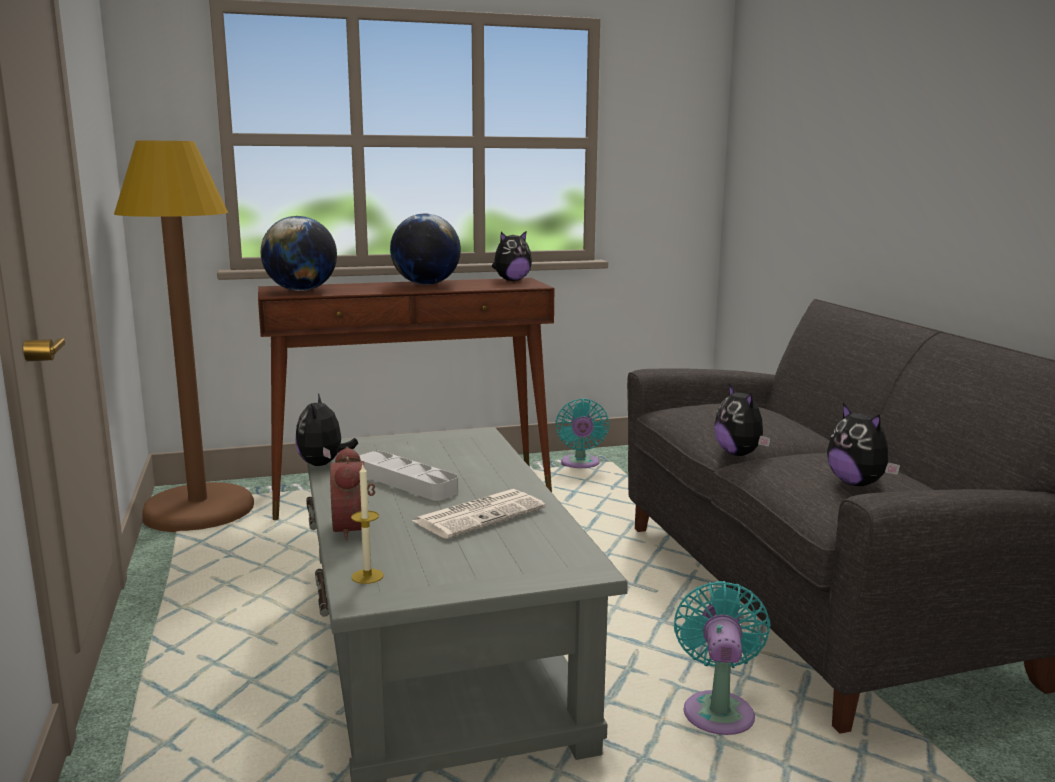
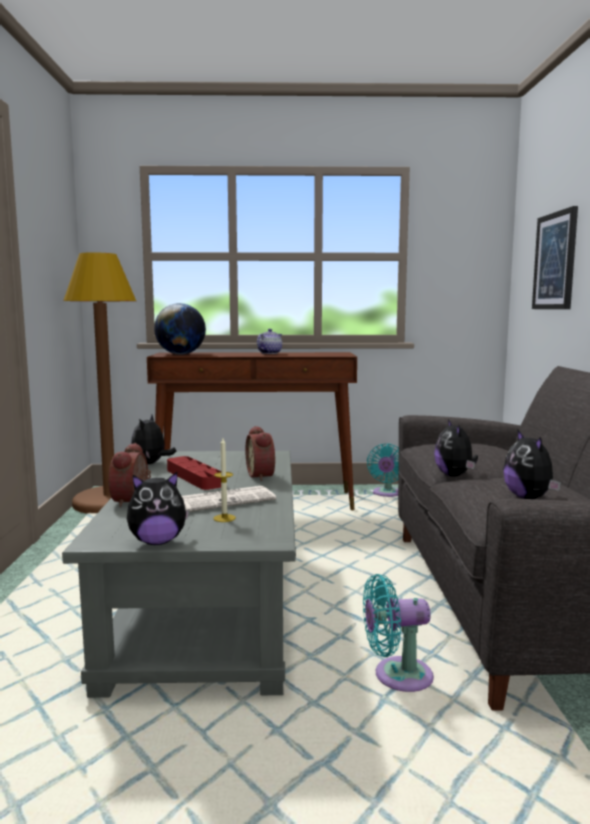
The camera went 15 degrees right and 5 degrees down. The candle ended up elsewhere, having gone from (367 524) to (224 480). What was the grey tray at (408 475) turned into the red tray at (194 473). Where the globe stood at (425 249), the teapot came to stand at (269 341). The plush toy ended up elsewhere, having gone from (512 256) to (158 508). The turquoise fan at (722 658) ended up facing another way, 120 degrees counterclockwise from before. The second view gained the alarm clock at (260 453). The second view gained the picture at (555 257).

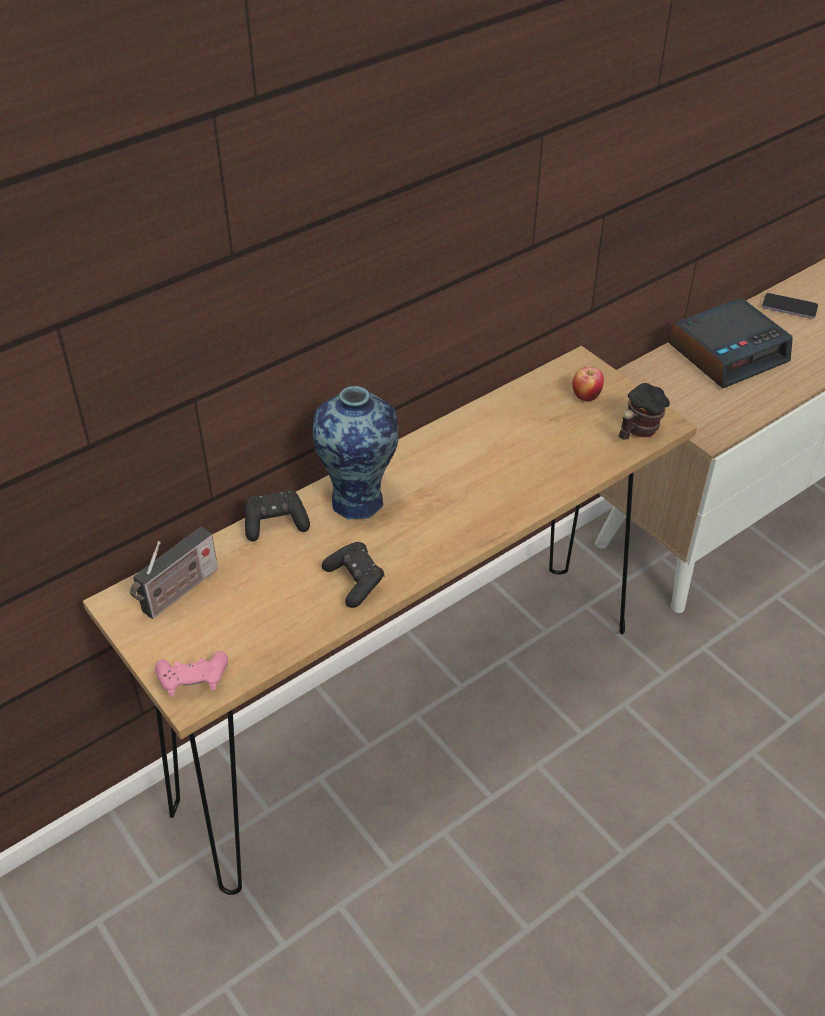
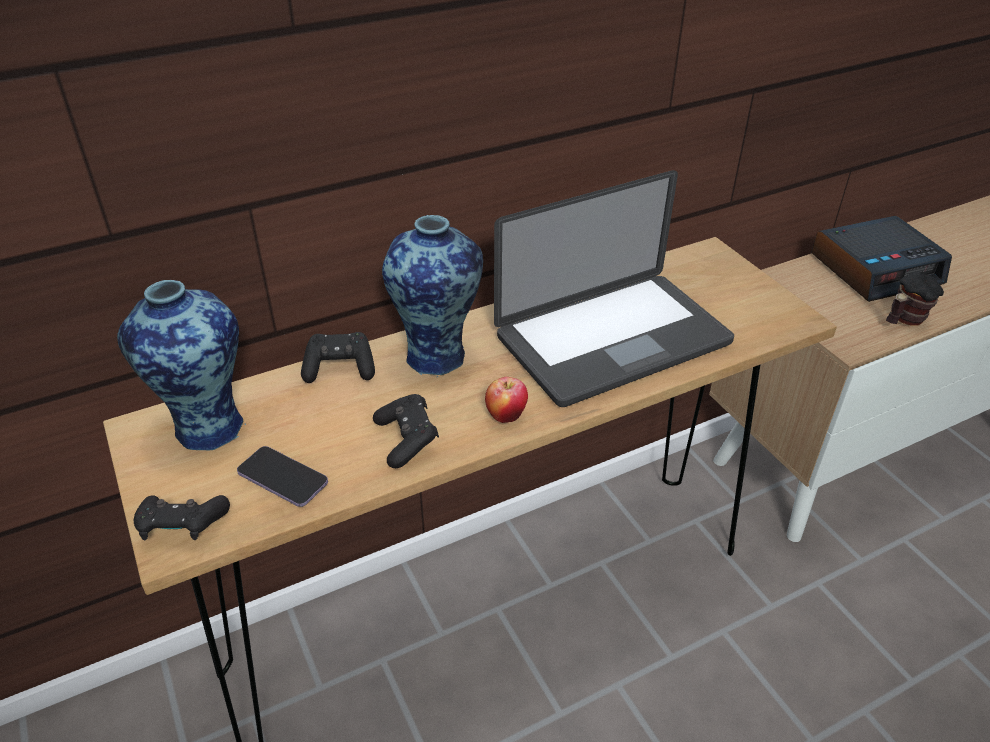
The camera went 10 degrees right and 5 degrees down. Where the radio stood at (174 573), the vase came to stand at (181 365). What was the pink game controller at (191 674) turned into the black game controller at (182 517). The apple ended up elsewhere, having gone from (588 384) to (506 400). The mug ended up elsewhere, having gone from (644 411) to (915 298). The phone ended up elsewhere, having gone from (790 306) to (282 476). The second view gained the laptop at (614 288).

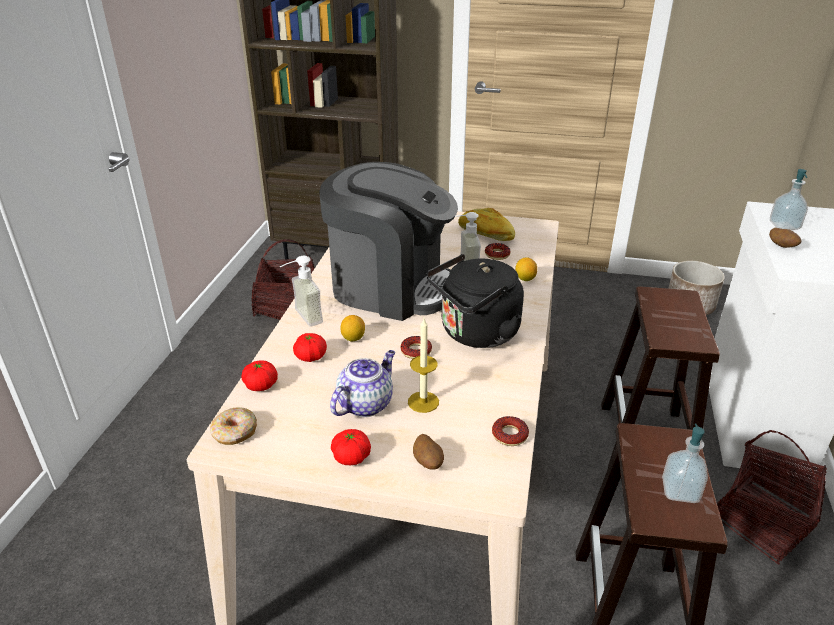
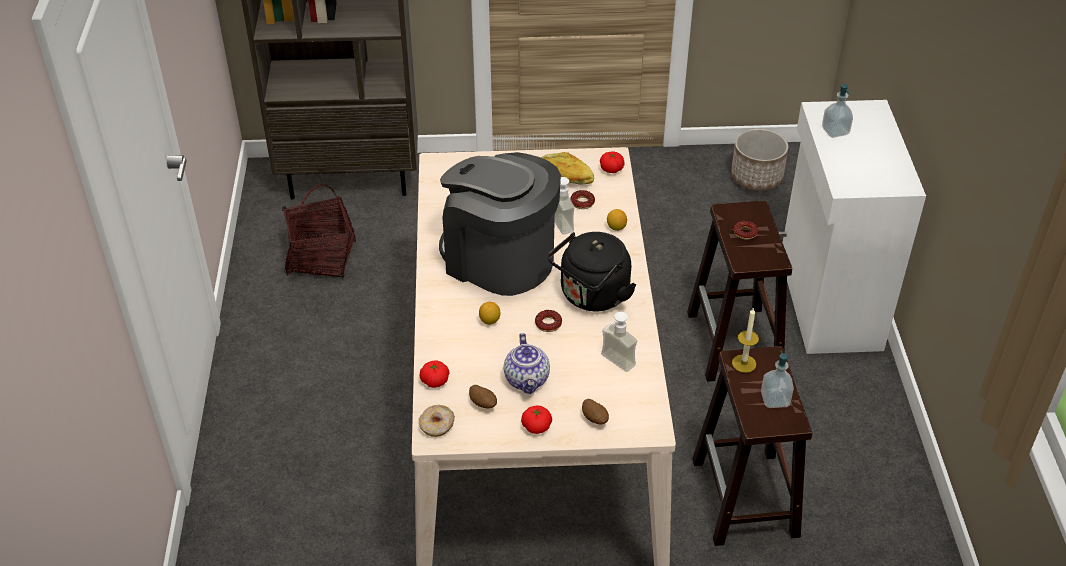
The camera went 15 degrees left and 10 degrees up. The soap dispenser ended up elsewhere, having gone from (301 291) to (619 342). The tomato ended up elsewhere, having gone from (310 347) to (612 162). The coffee machine at (388 241) ended up facing another way, 150 degrees counterclockwise from before. The teapot at (362 383) ended up facing another way, 150 degrees clockwise from before. The candle ended up elsewhere, having gone from (423 366) to (745 340). The donut ended up elsewhere, having gone from (510 431) to (746 230). The second view lost the basket at (772 497). The potato ended up elsewhere, having gone from (785 238) to (483 396).

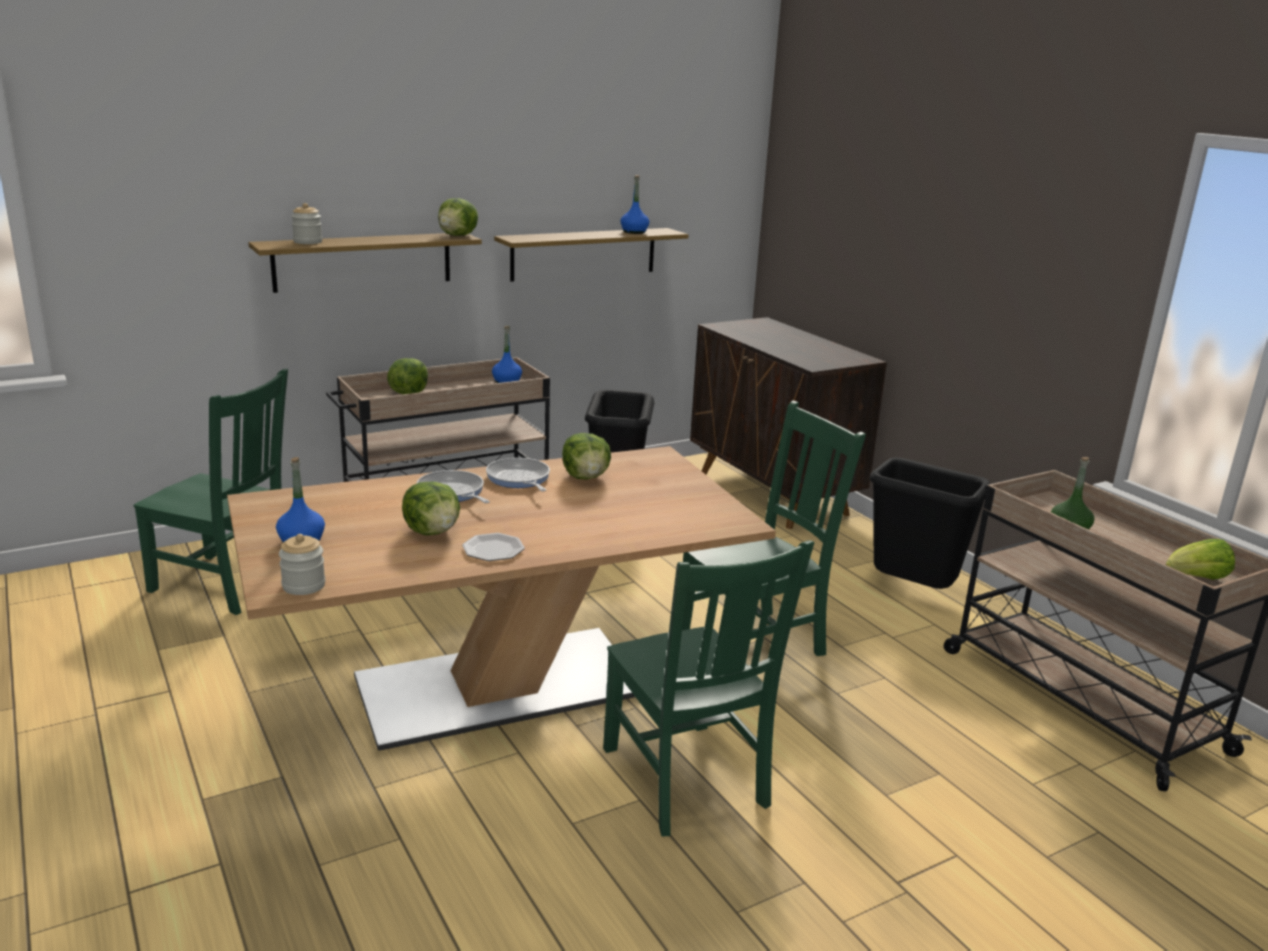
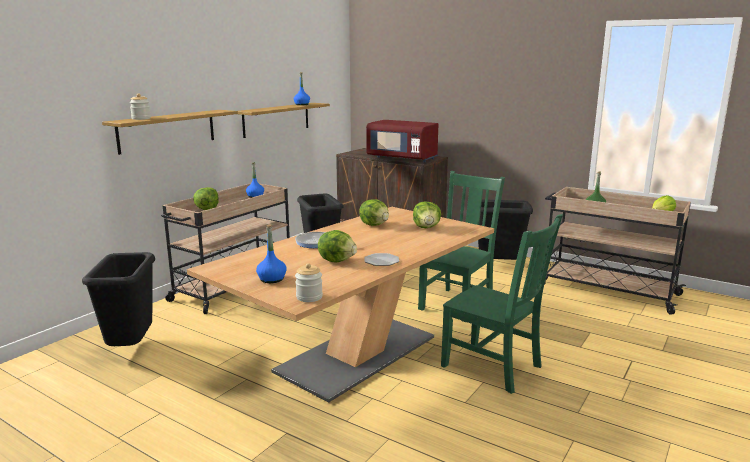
The camera went 25 degrees left and 5 degrees down. Where the green chair stood at (211 492), the black trash can came to stand at (118 299). The lettuce ended up elsewhere, having gone from (458 217) to (427 214). The second view lost the frying pan at (518 475). The second view gained the red microwave at (402 141).

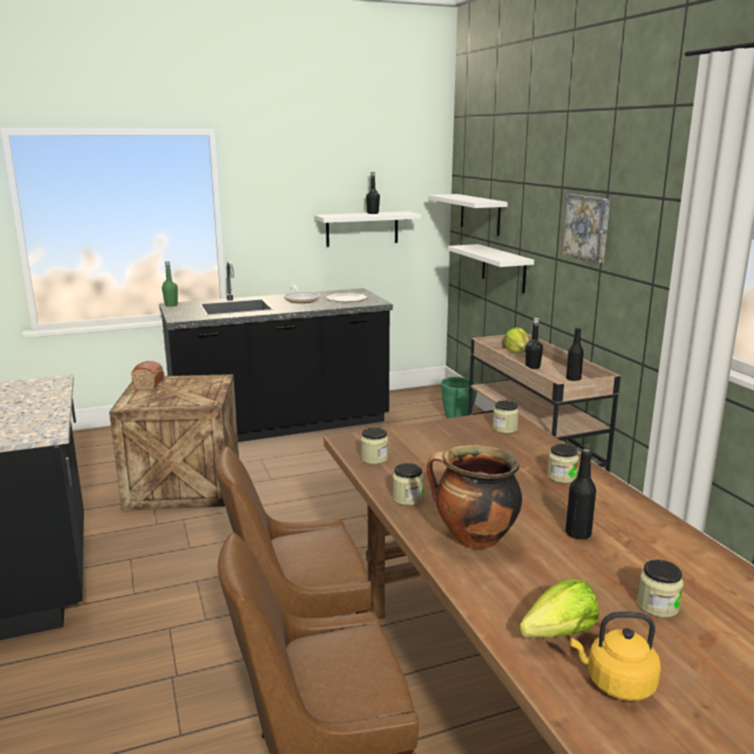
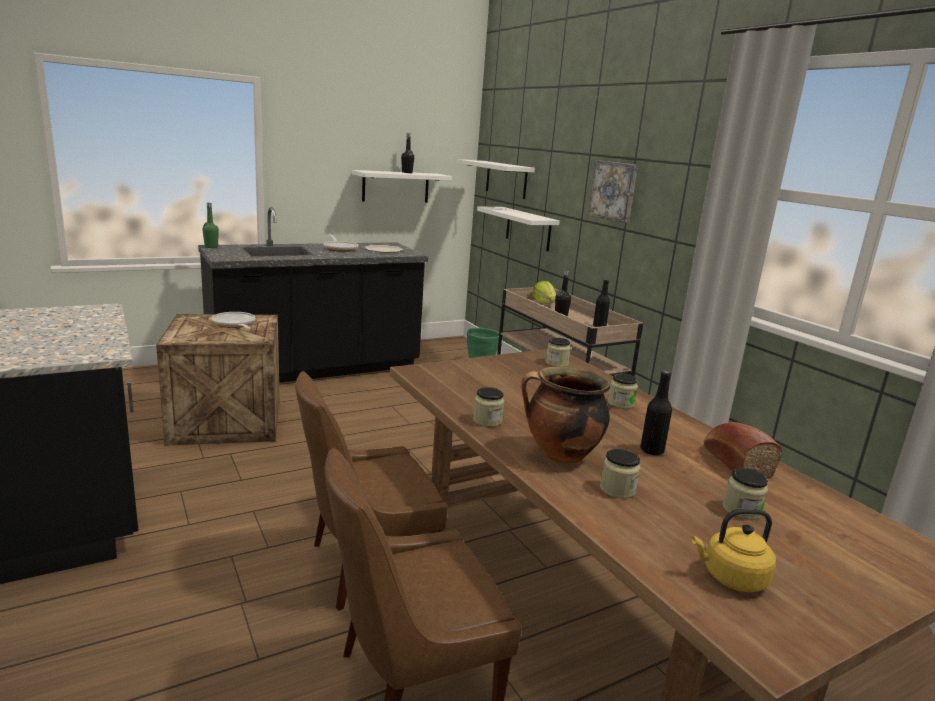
The camera went 10 degrees left and 0 degrees up. The bread ended up elsewhere, having gone from (147 375) to (743 450). The jar ended up elsewhere, having gone from (374 445) to (620 474). The second view lost the lettuce at (559 608). The second view gained the frying pan at (233 320).

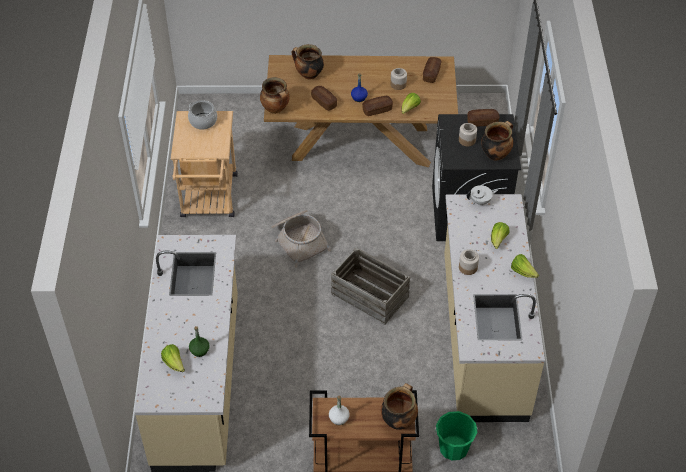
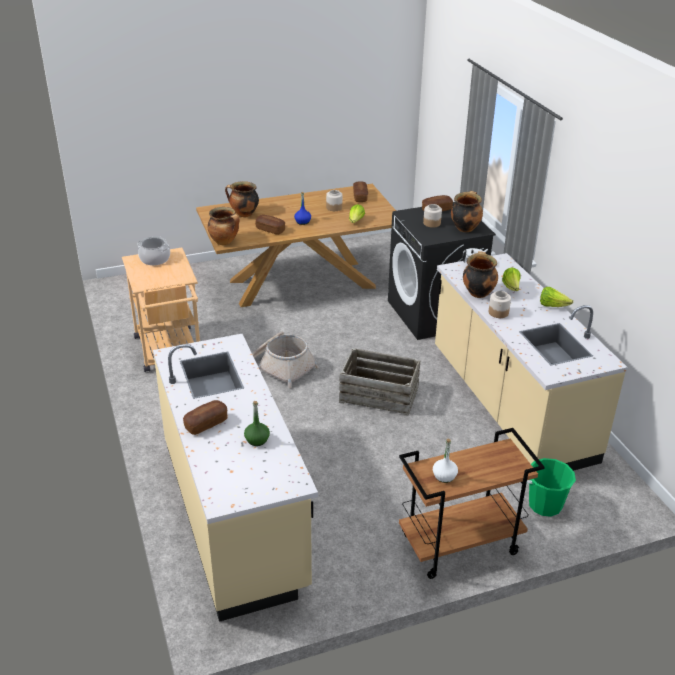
The camera went 20 degrees left and 15 degrees down. The second view lost the lettuce at (173 358). The bread ended up elsewhere, having gone from (377 106) to (205 417). The cooking pot ended up elsewhere, having gone from (399 406) to (480 274).

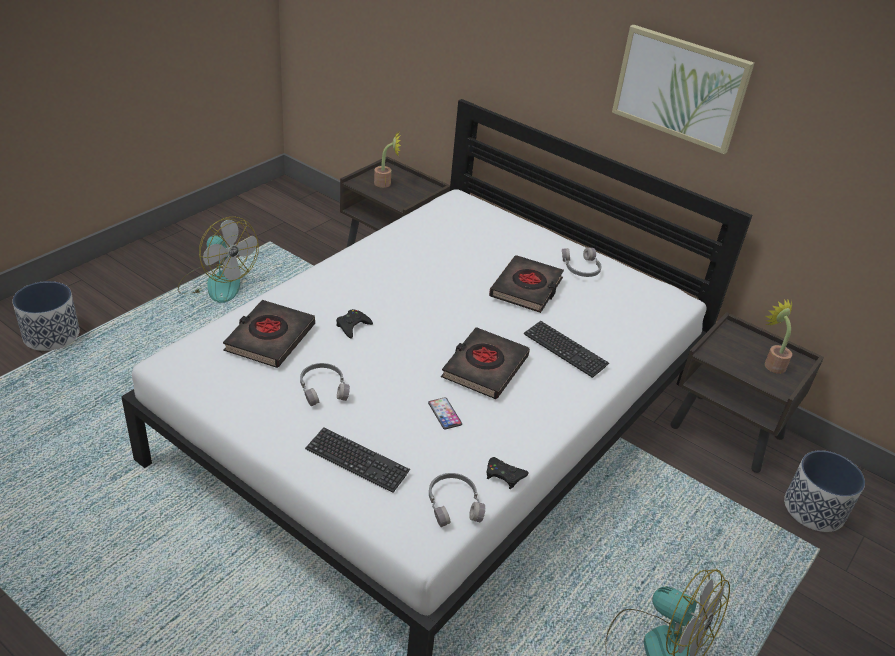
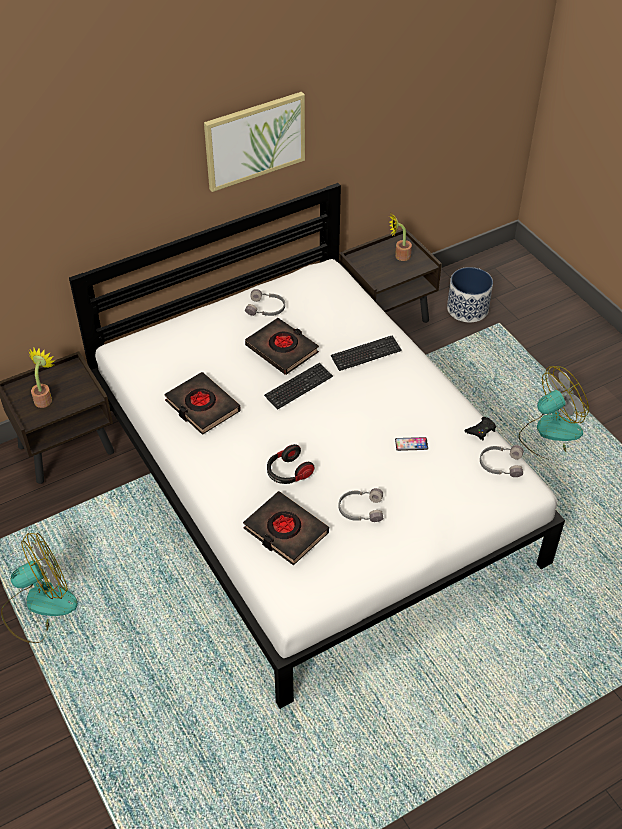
The camera went 65 degrees left and 10 degrees up. The second view lost the planter at (46 316). The keyboard ended up elsewhere, having gone from (357 460) to (298 386). Where the black game controller stood at (354 324), the headphones came to stand at (291 464). The black book ended up elsewhere, having gone from (485 363) to (202 403).

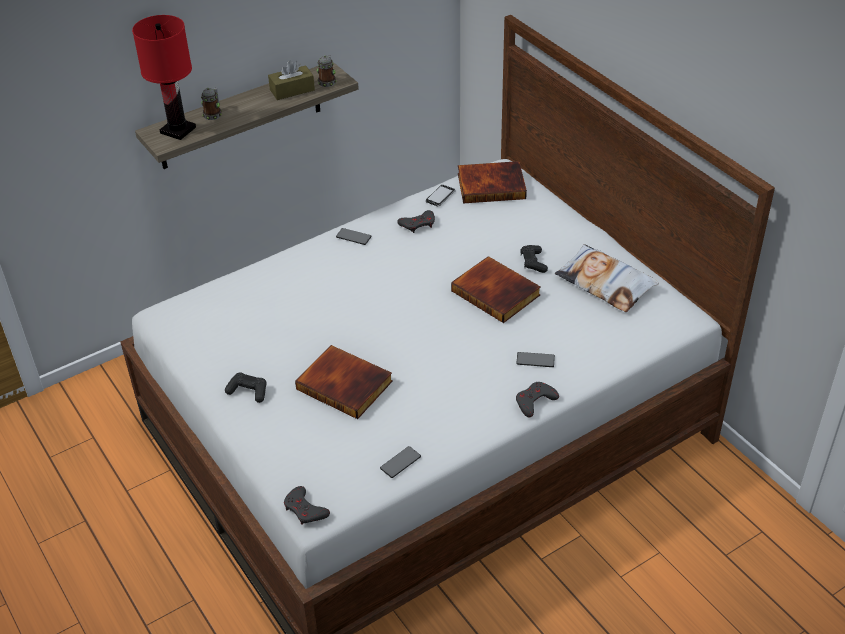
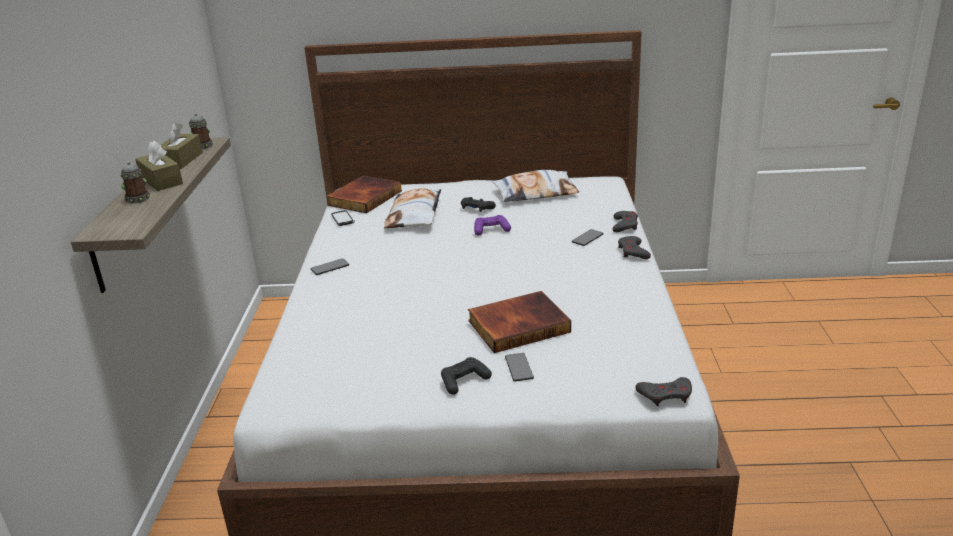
The camera went 55 degrees left and 15 degrees down. The second view lost the red table lamp at (164 77). The phone ended up elsewhere, having gone from (400 462) to (519 367). The grey game controller ended up elsewhere, having gone from (416 221) to (625 221). Where the book stood at (496 289), the purple game controller came to stand at (492 225). The second view gained the brown tissue box at (159 165). The second view gained the pillow at (412 208).

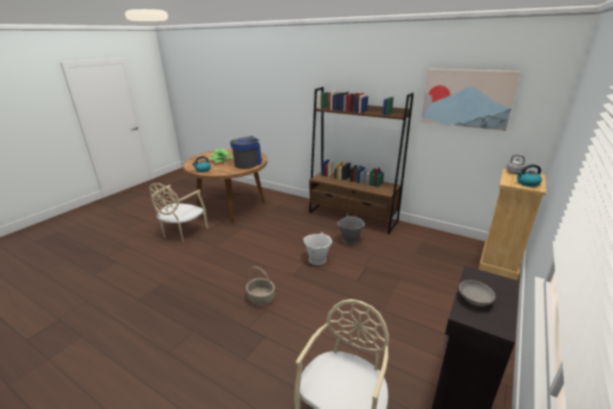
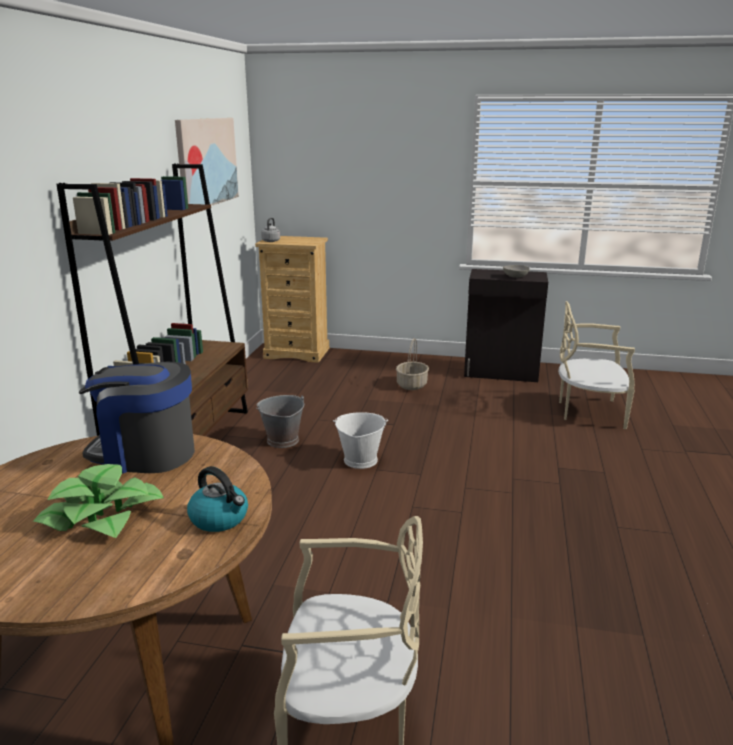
The camera went 110 degrees left and 5 degrees down. The basket ended up elsewhere, having gone from (260 285) to (412 364). The second view lost the kettle at (529 175).

